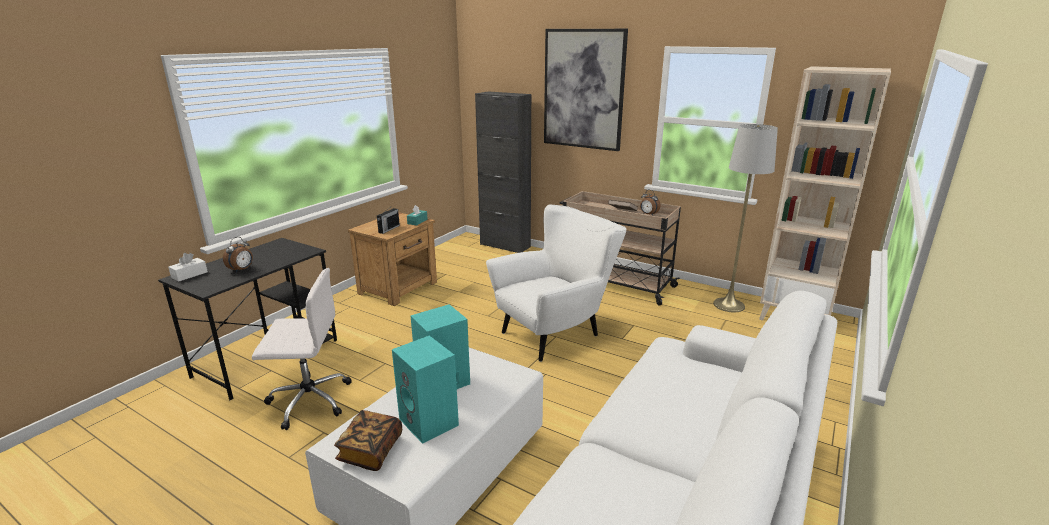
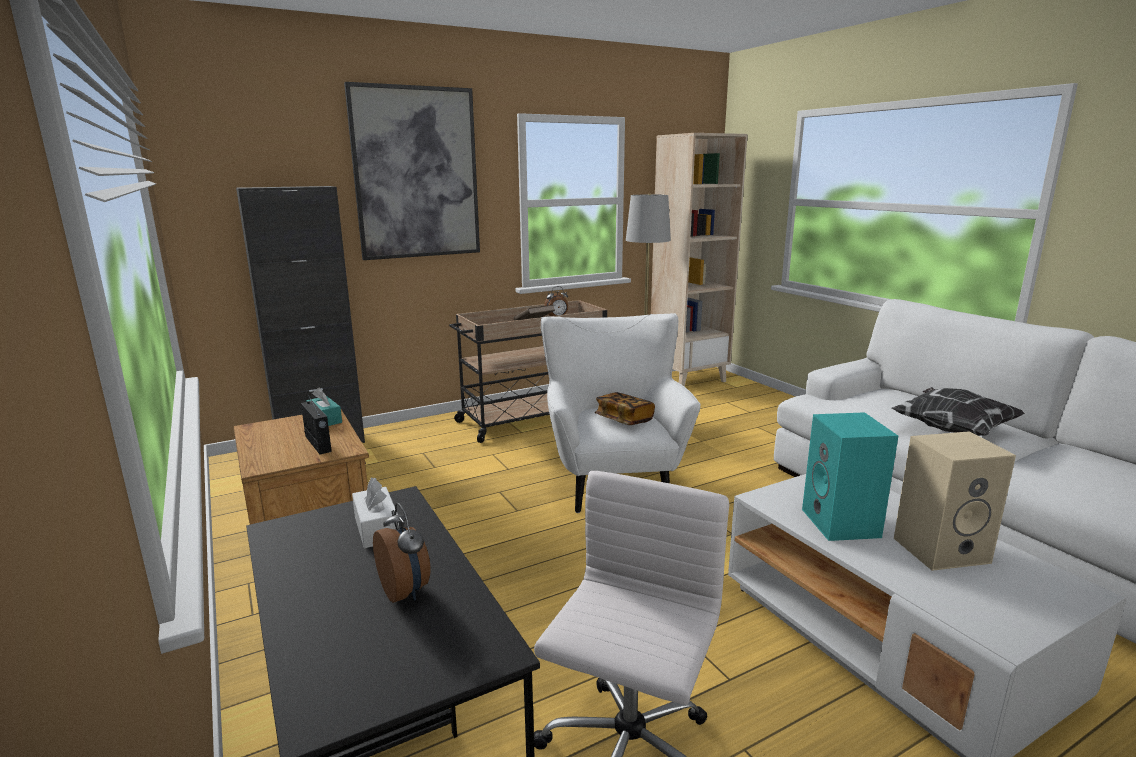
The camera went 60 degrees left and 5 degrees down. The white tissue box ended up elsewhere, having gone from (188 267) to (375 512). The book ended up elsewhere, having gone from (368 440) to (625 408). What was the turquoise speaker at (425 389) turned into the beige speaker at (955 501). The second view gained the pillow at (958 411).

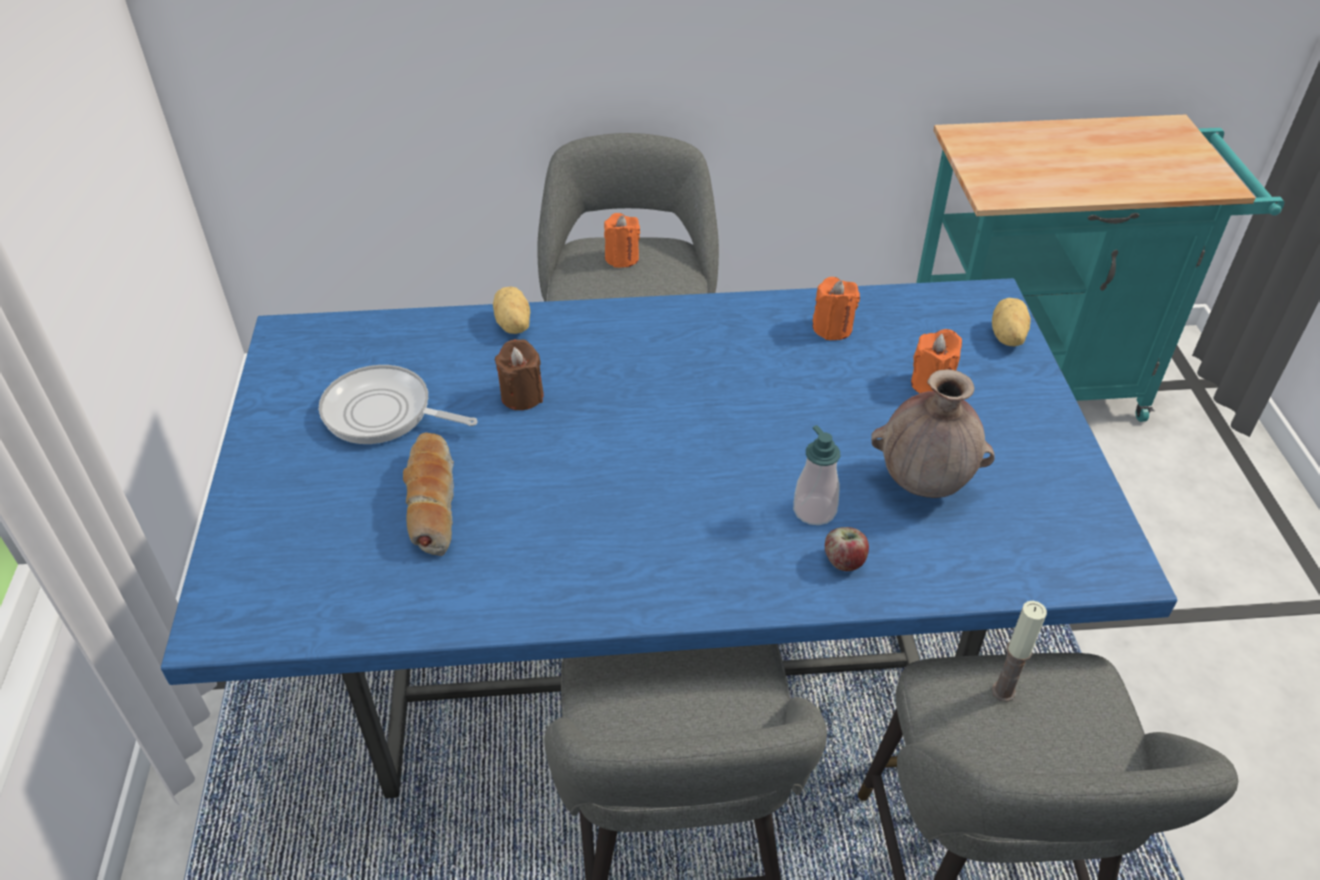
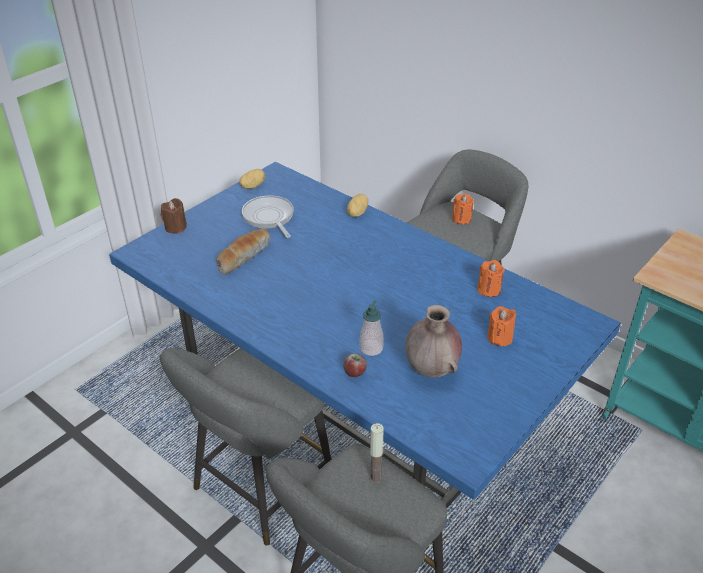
The camera went 45 degrees right and 5 degrees down. The brown candle ended up elsewhere, having gone from (519 374) to (174 216). The potato ended up elsewhere, having gone from (1011 322) to (252 178).

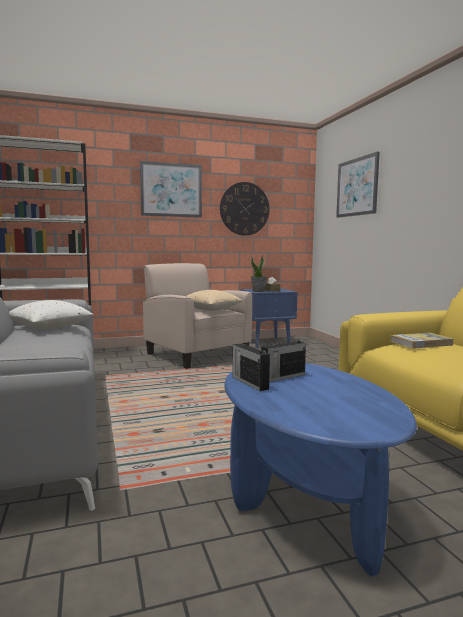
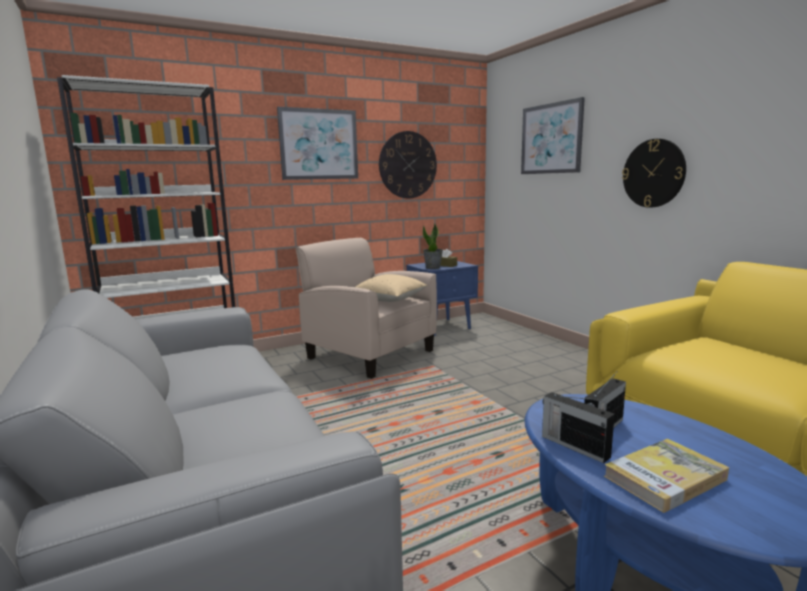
The camera went 10 degrees left and 5 degrees up. The second view lost the white pillow at (50 315). The book ended up elsewhere, having gone from (422 341) to (666 475). The second view gained the wall clock at (654 173).

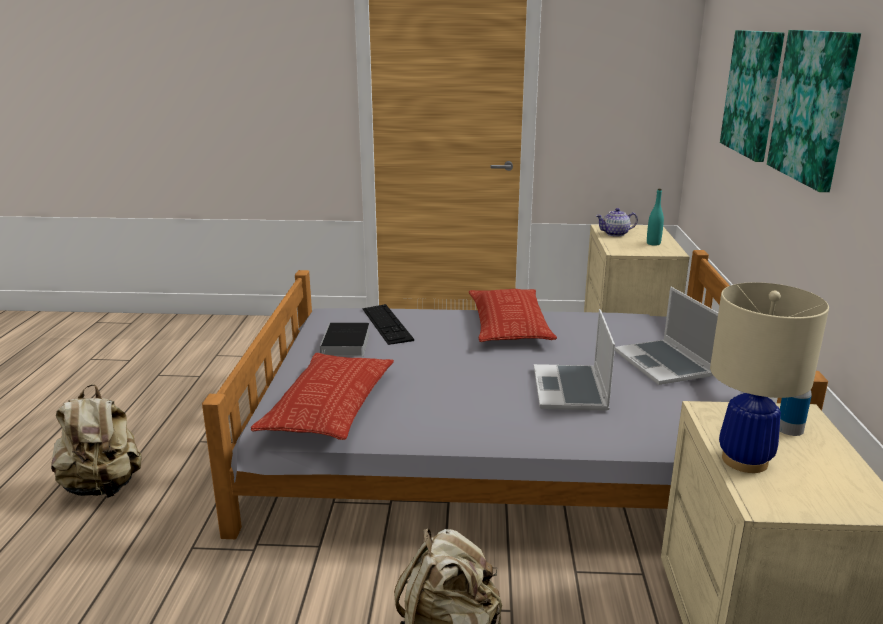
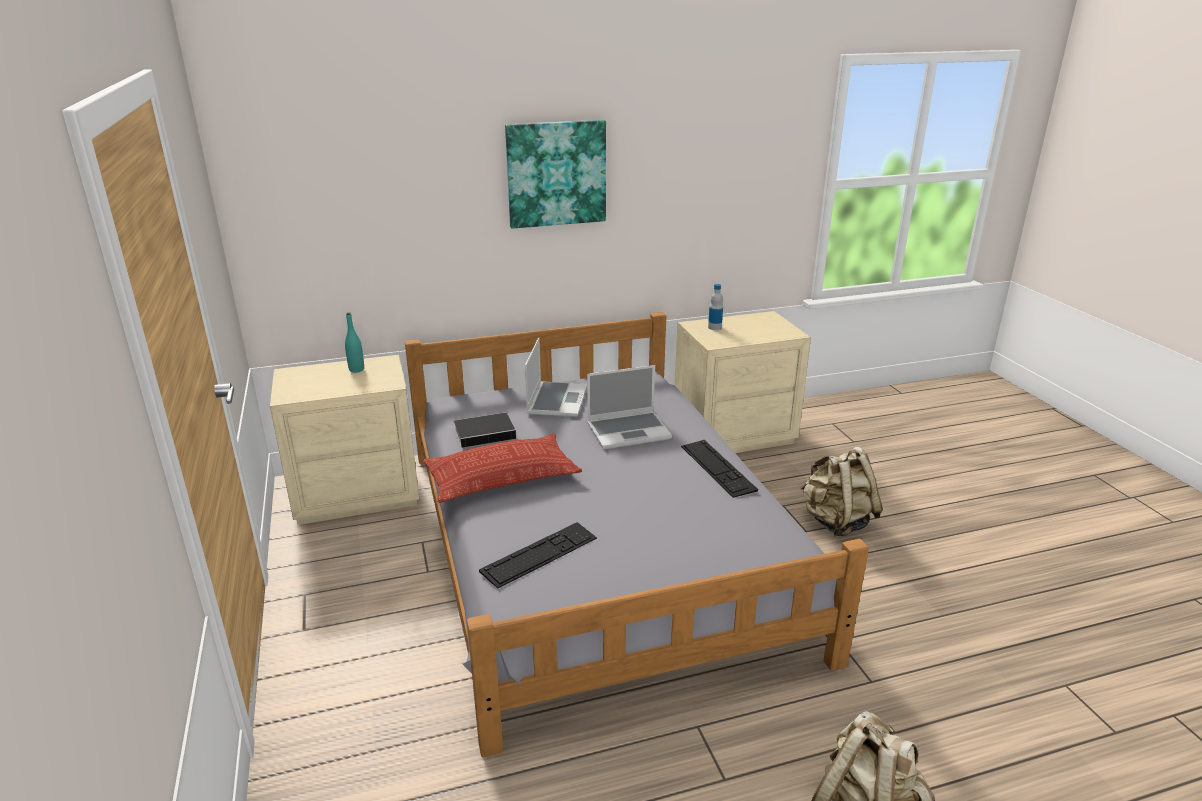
The camera went 110 degrees left and 5 degrees up. The second view lost the pillow at (322 396). The book ended up elsewhere, having gone from (345 340) to (490 430). The second view lost the teapot at (617 222). The laptop at (666 336) ended up facing another way, 45 degrees counterclockwise from before. The second view lost the beige table lamp at (769 377). The second view lost the picture at (752 96). The second view gained the keyboard at (719 469).

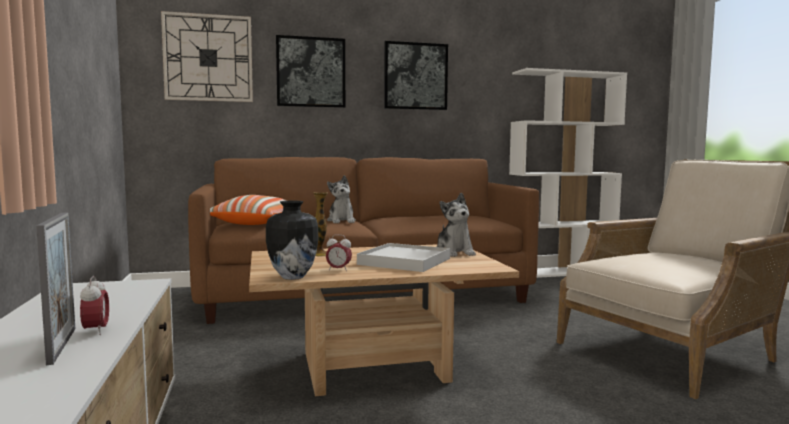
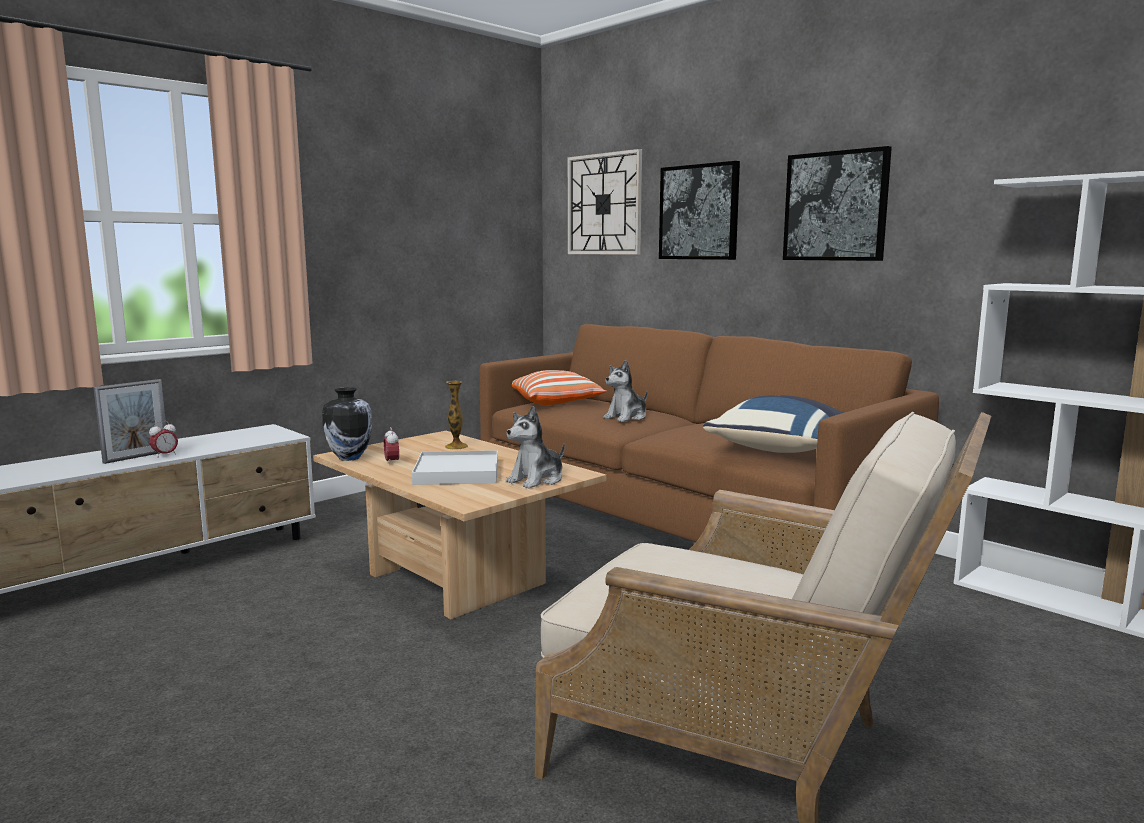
The camera went 60 degrees right and 5 degrees up. The second view gained the blue pillow at (774 424).

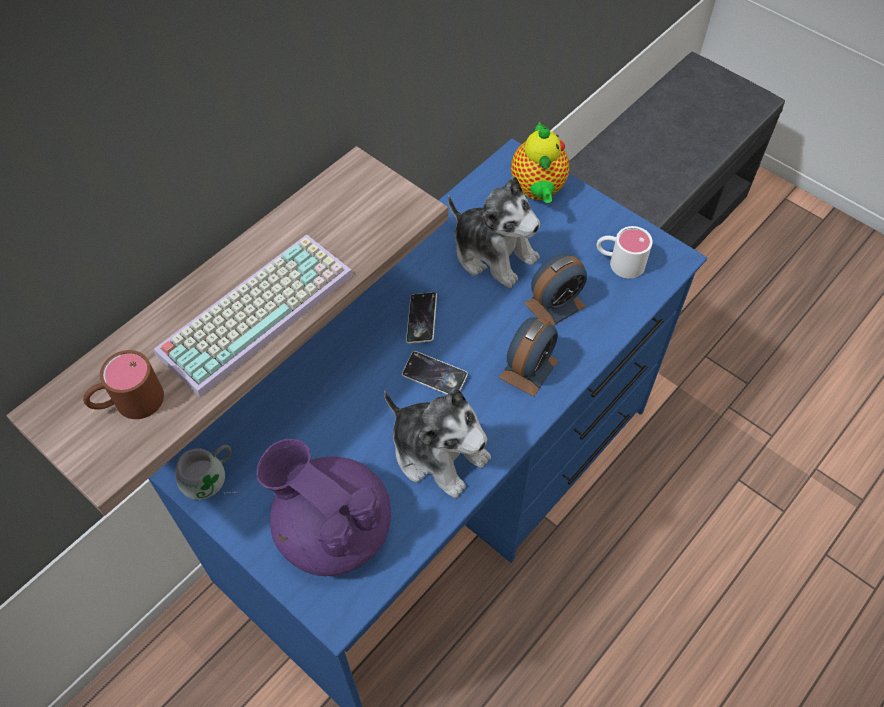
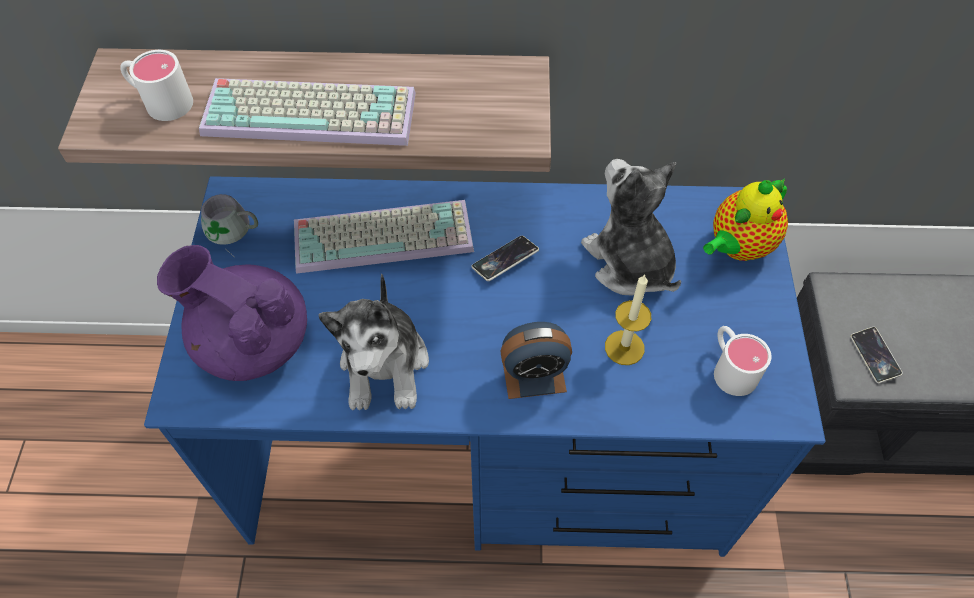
The camera went 50 degrees right and 0 degrees up. What was the brown mug at (123 384) turned into the white mug at (156 85). The purple teapot at (323 507) ended up facing another way, 60 degrees counterclockwise from before. The phone ended up elsewhere, having gone from (435 373) to (876 355). The plush toy at (494 232) ended up facing another way, 150 degrees clockwise from before. Where the alarm clock stood at (555 290), the candle came to stand at (628 319). The second view gained the keyboard at (384 237).

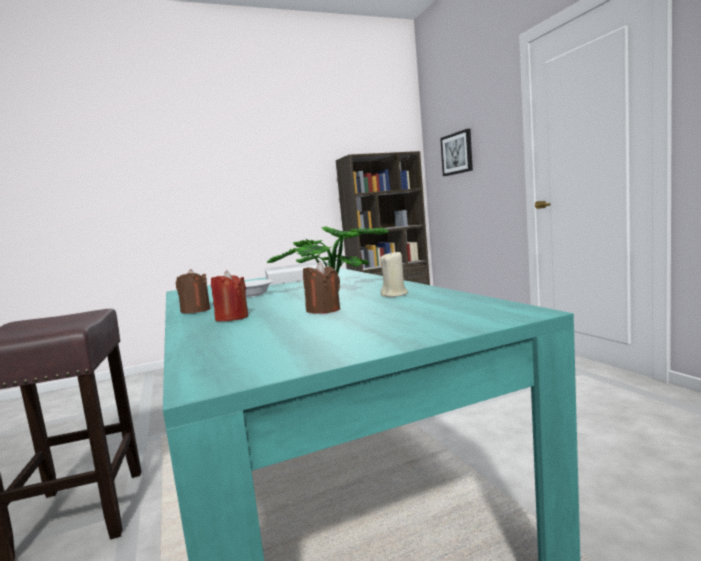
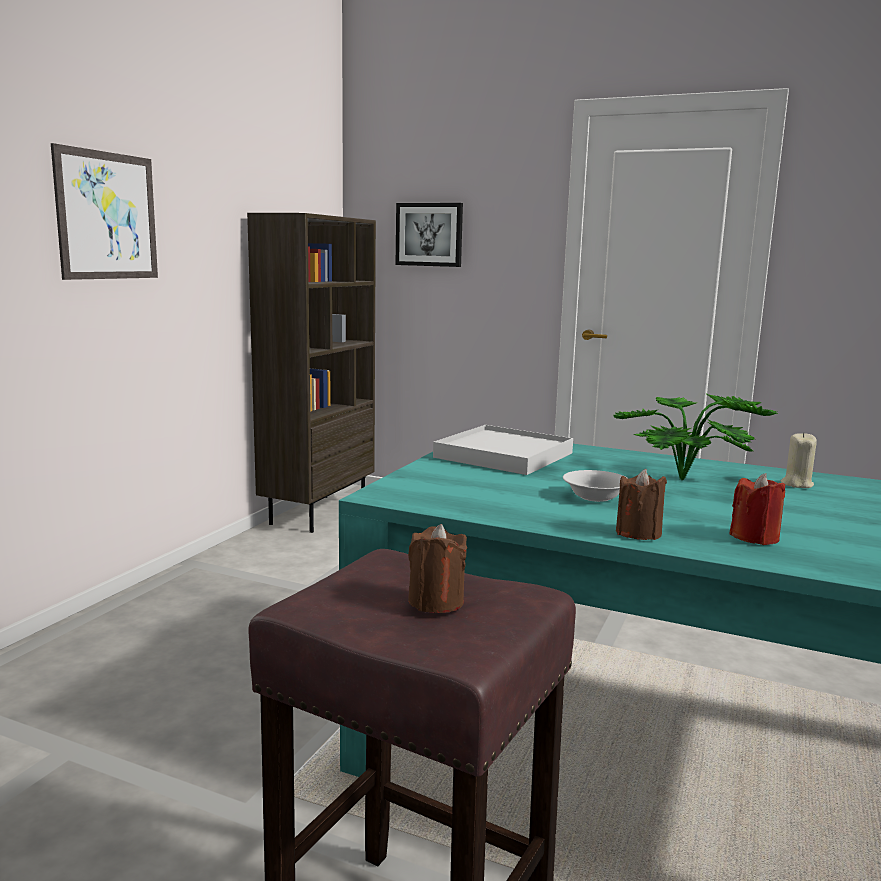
The camera went 45 degrees left and 5 degrees up. The brown candle ended up elsewhere, having gone from (321 288) to (437 568). The second view gained the picture at (104 211).

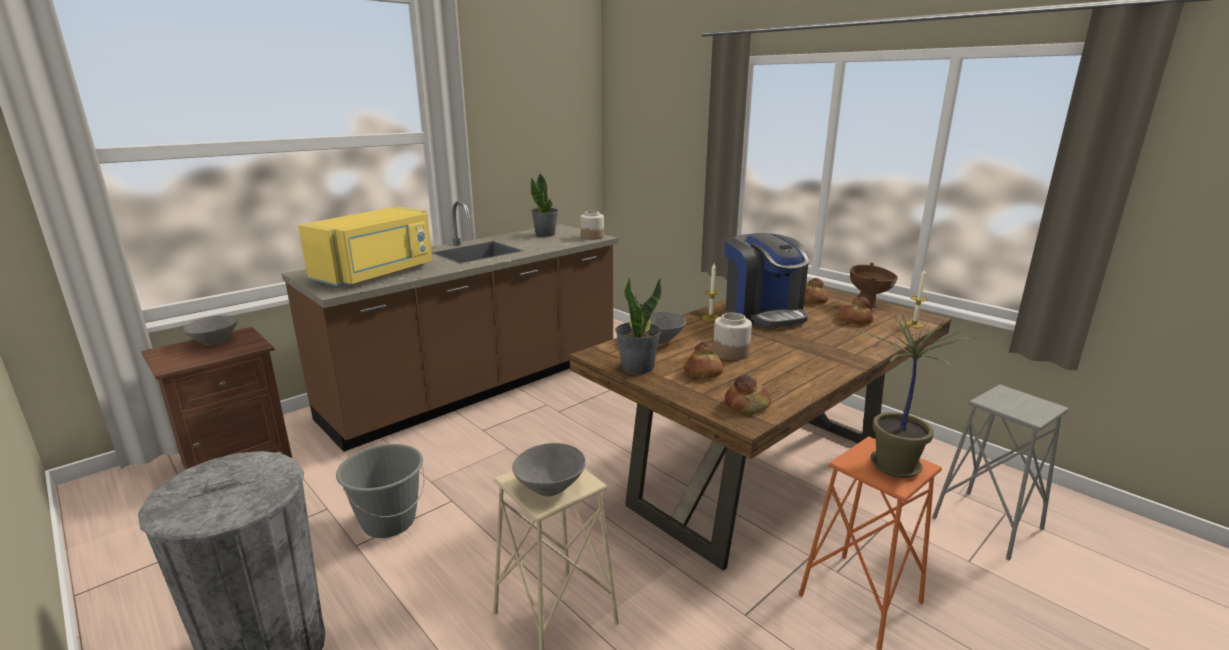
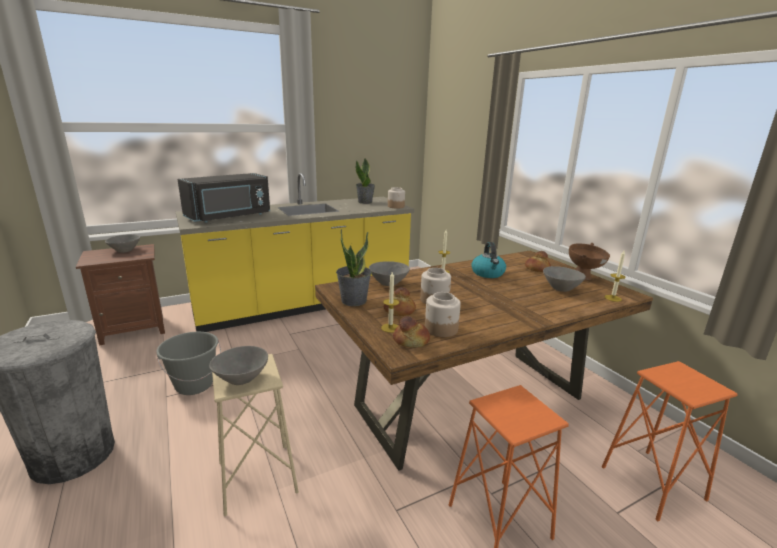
The camera went 15 degrees right and 0 degrees up. What was the brown counter at (450 326) turned into the yellow counter at (295 252). What was the yellow microwave at (365 246) turned into the black microwave at (223 198). Where the coffee machine stood at (767 280), the kettle came to stand at (489 260). Where the bread stood at (855 311), the grey bowl came to stand at (564 279). The second view lost the potted plant at (916 396). What was the grey stool at (1000 472) turned into the orange stool at (670 441). The second view gained the candle at (390 302). The second view gained the jar at (443 314).

